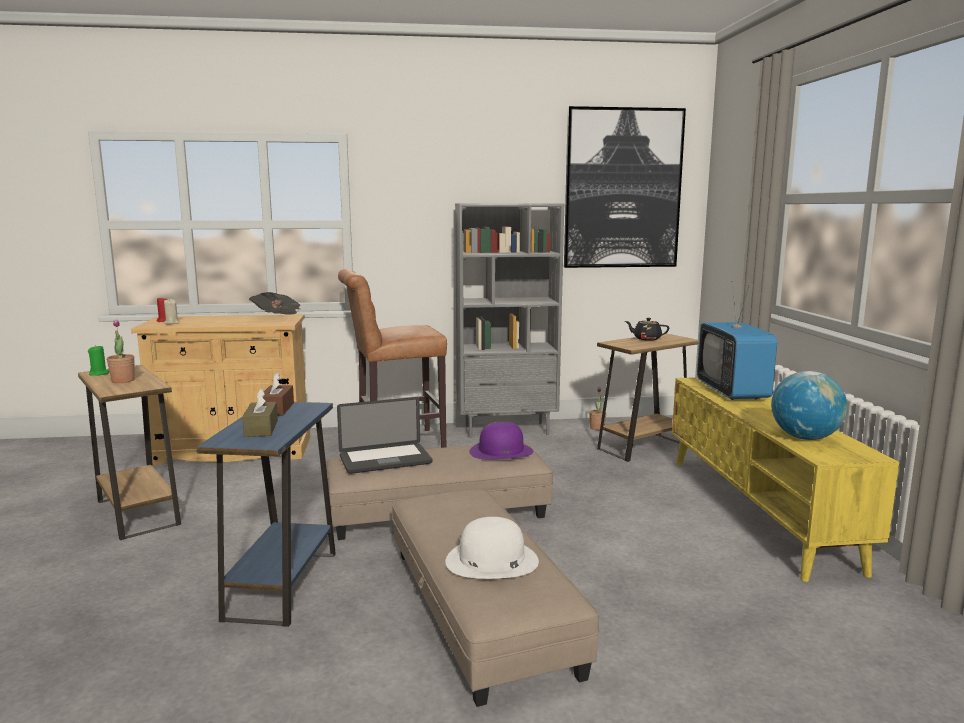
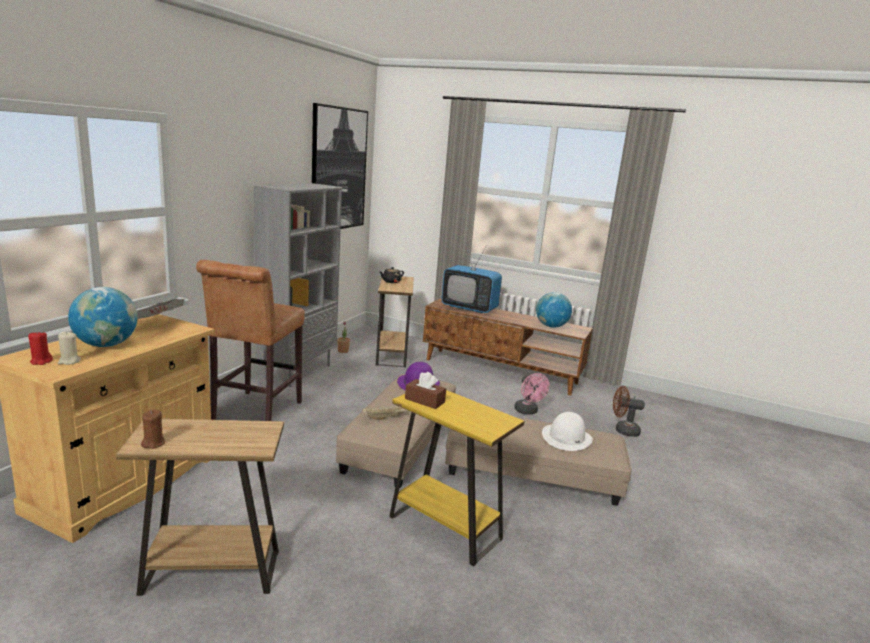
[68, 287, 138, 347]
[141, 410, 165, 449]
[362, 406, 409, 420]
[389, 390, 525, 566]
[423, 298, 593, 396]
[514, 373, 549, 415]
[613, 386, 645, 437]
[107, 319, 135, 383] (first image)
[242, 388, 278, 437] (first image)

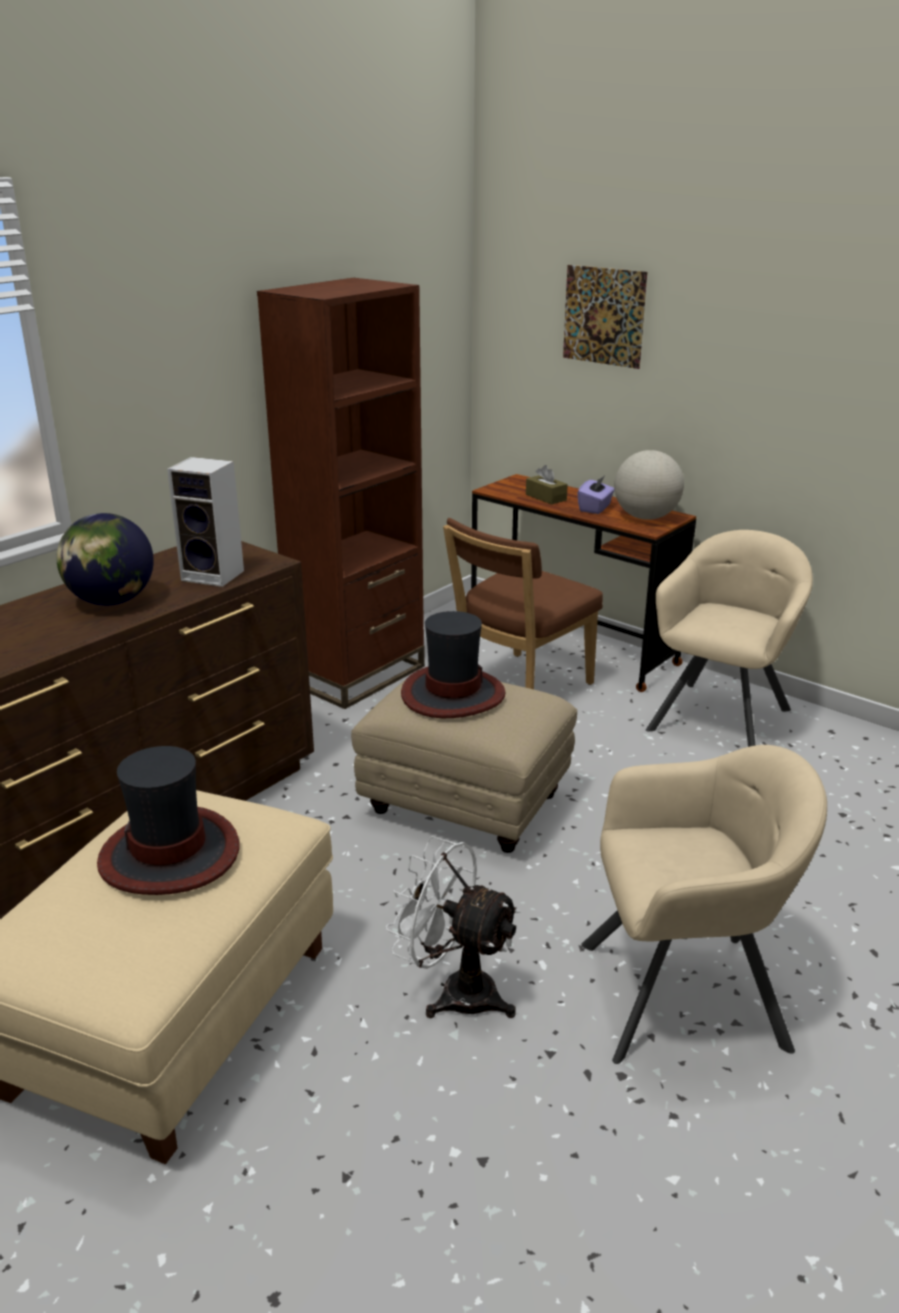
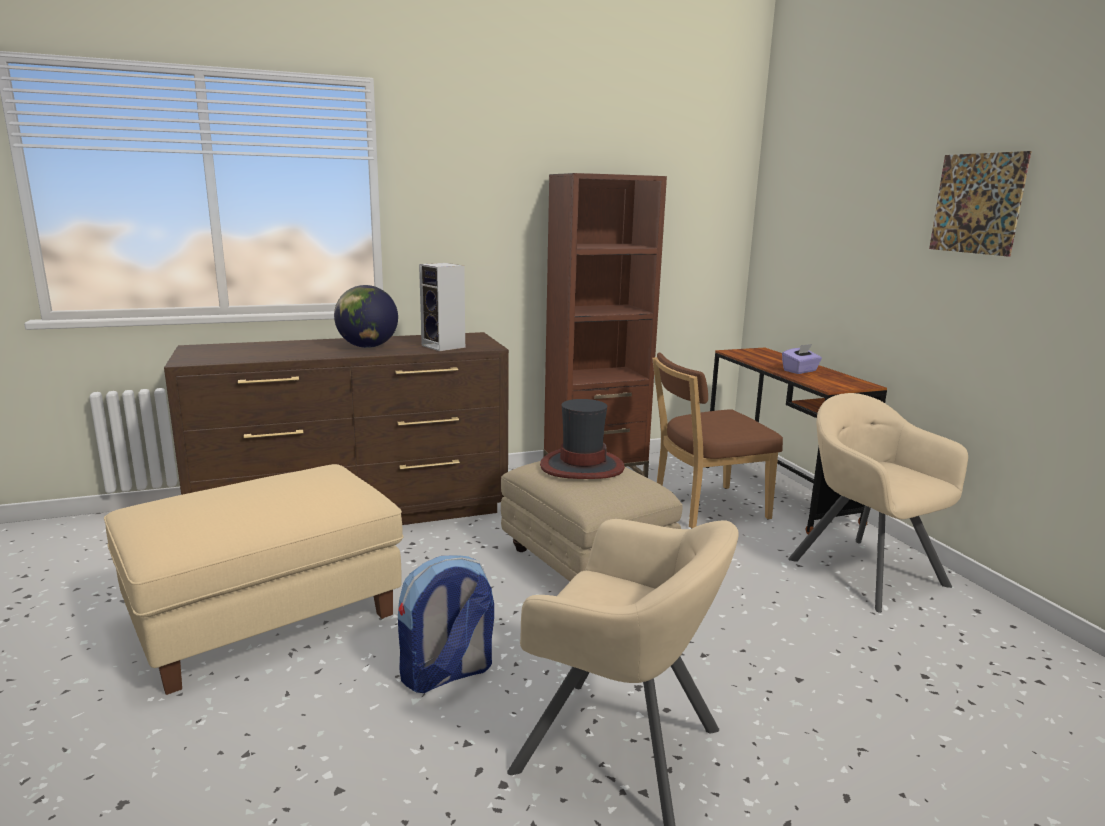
[398, 555, 494, 693]
[788, 393, 968, 613]
[929, 151, 1032, 257]
[97, 746, 239, 895] (first image)
[526, 465, 568, 505] (first image)
[614, 450, 684, 520] (first image)

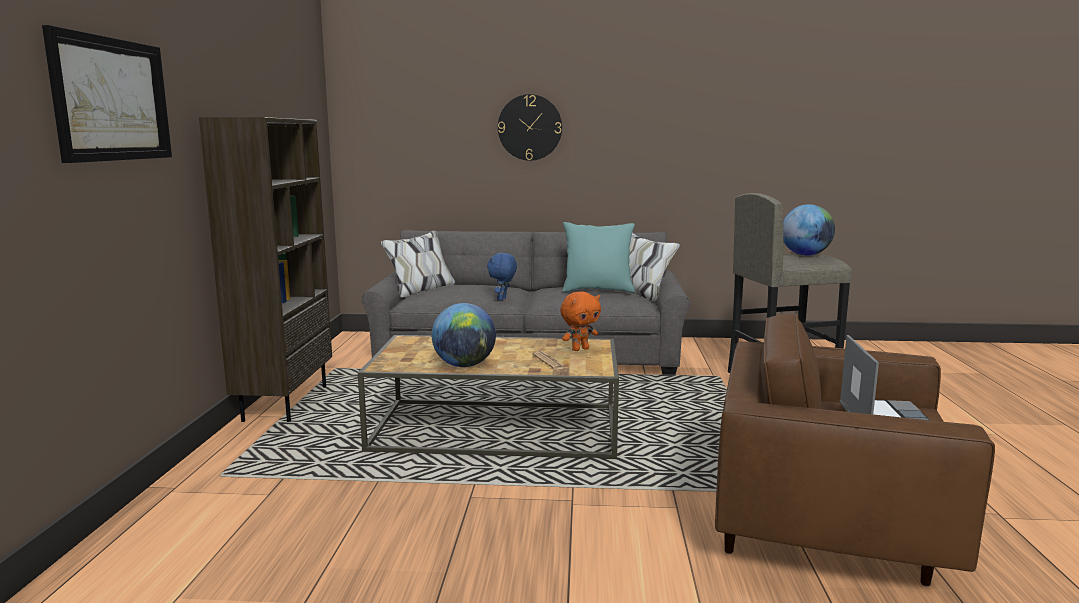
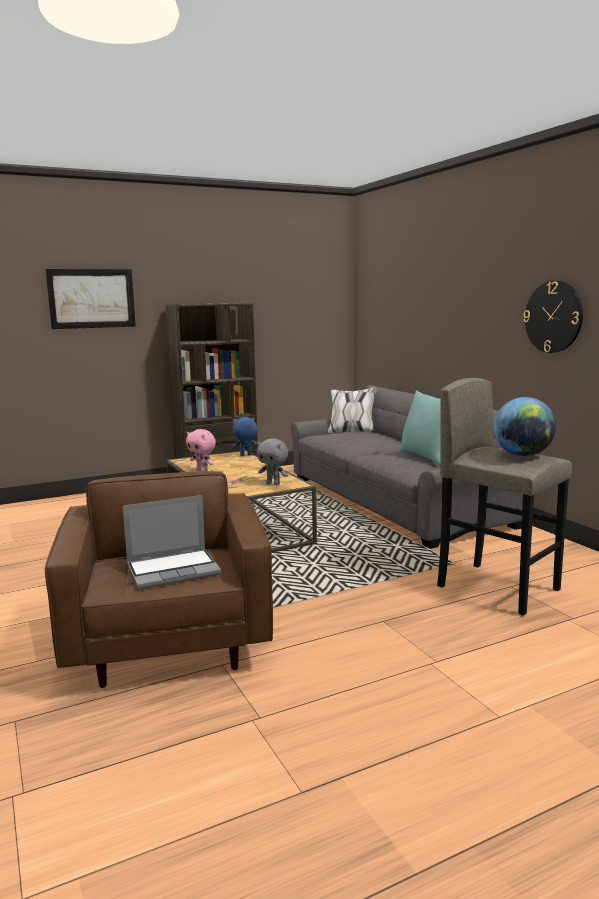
[186, 429, 216, 472]
[232, 417, 258, 456]
[257, 439, 288, 485]
[523, 281, 583, 353]

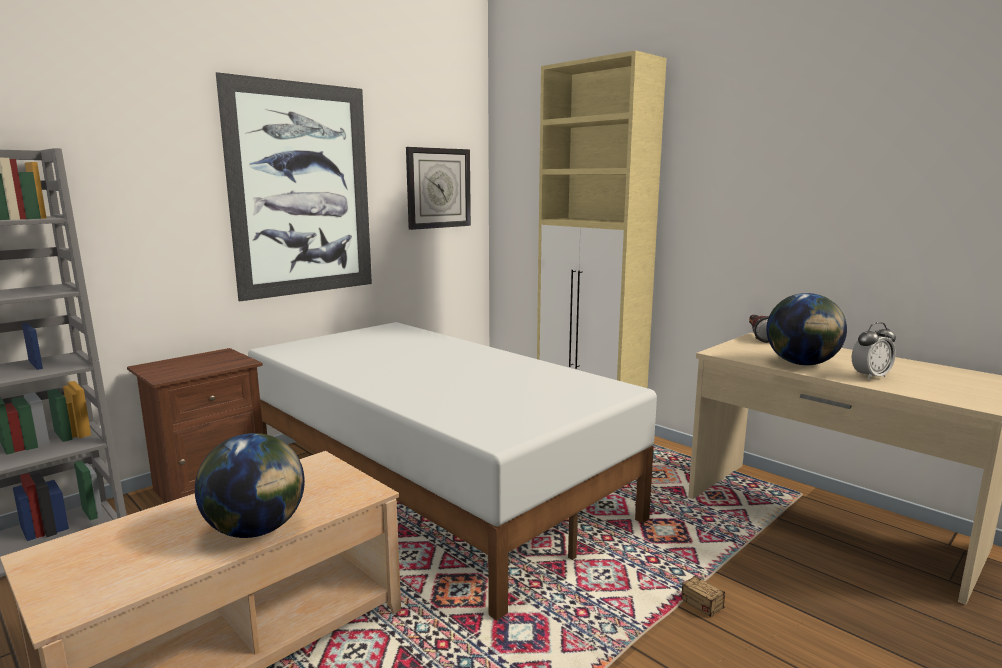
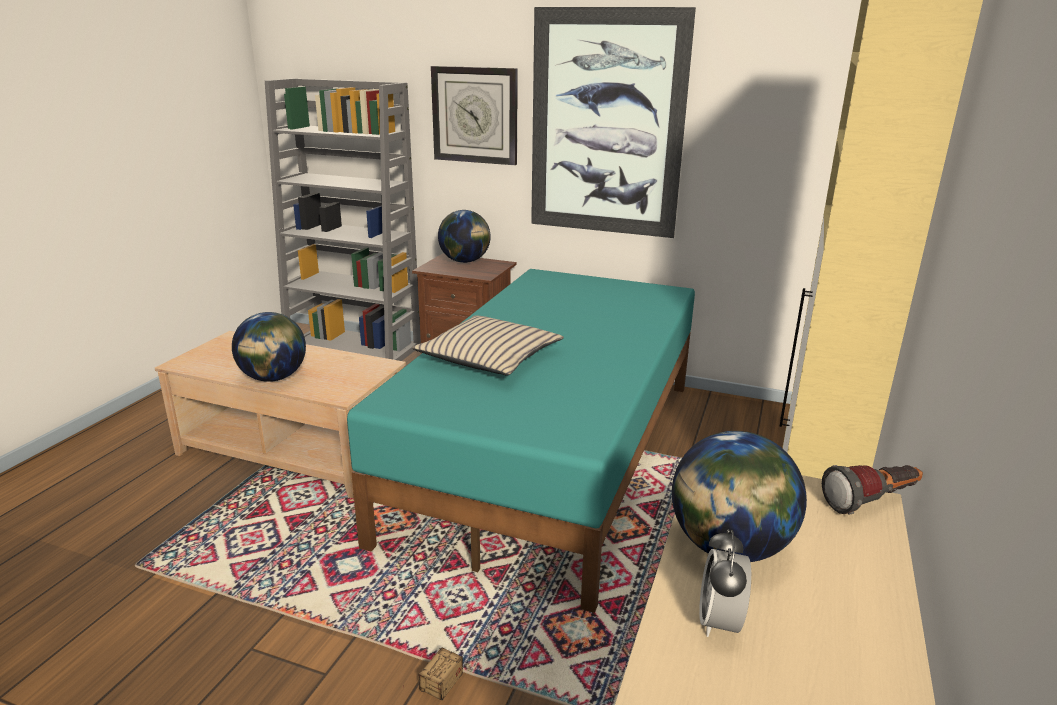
[347, 269, 695, 613]
[412, 316, 564, 375]
[431, 66, 518, 165]
[438, 210, 491, 263]
[699, 529, 751, 637]

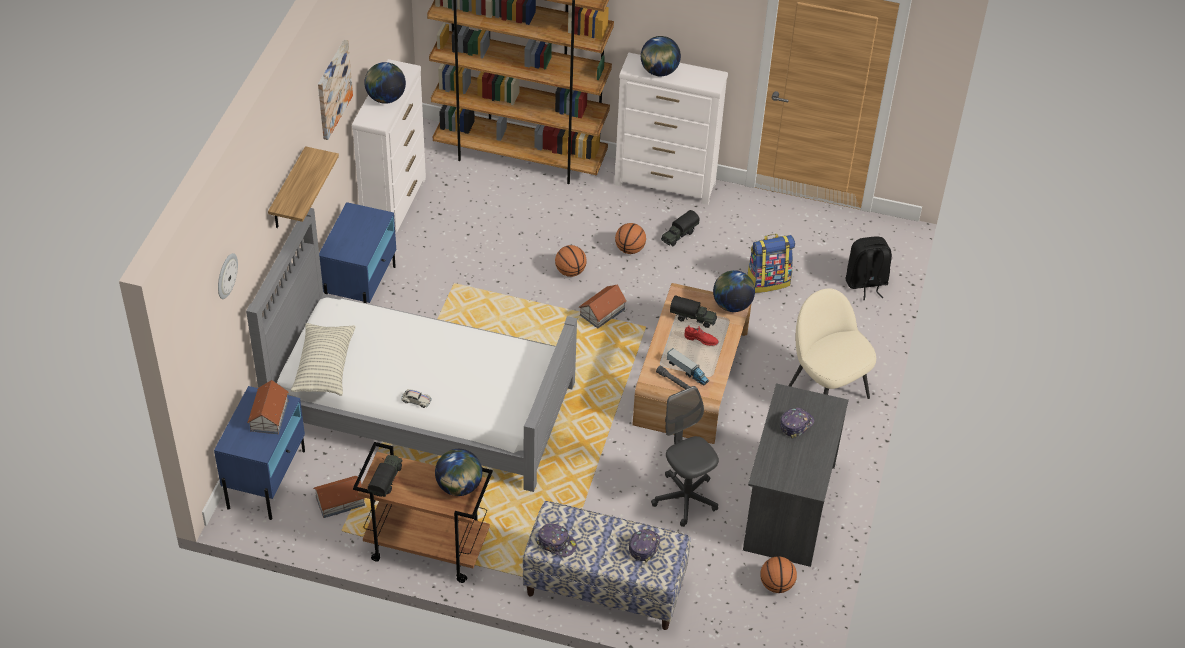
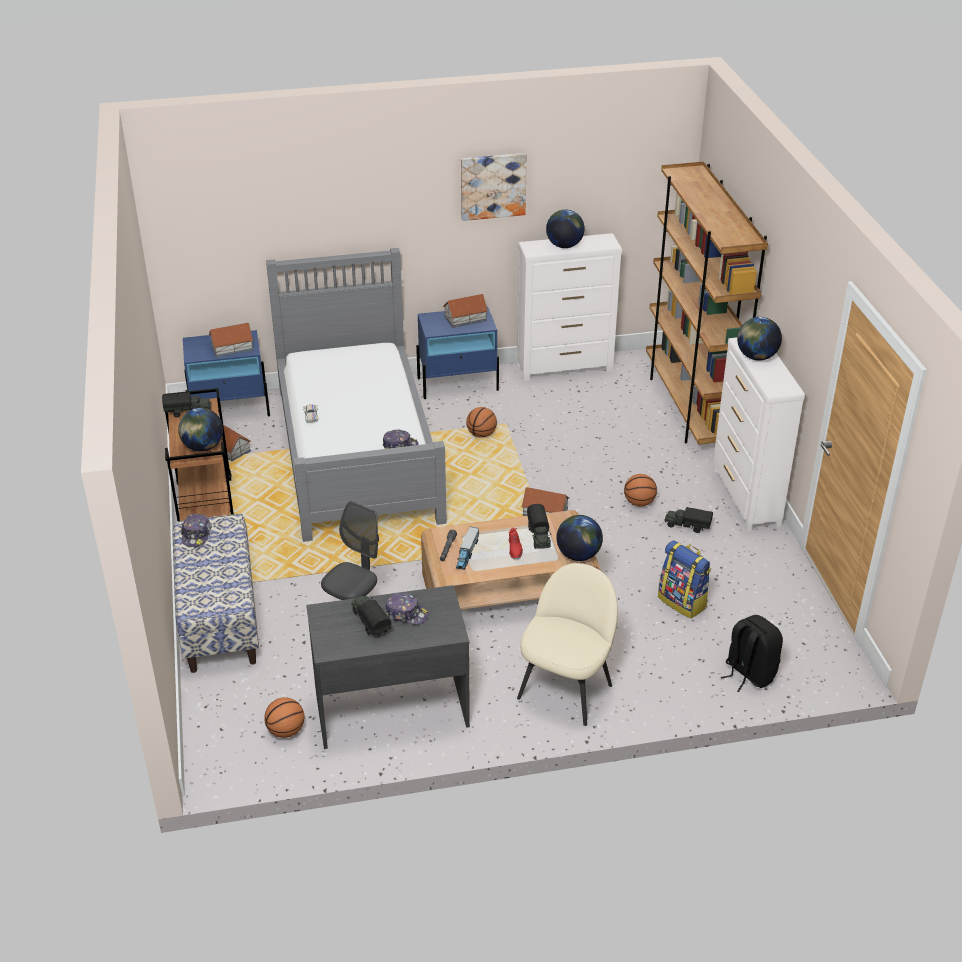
[351, 596, 392, 635]
[383, 430, 419, 449]
[443, 294, 488, 328]
[466, 407, 497, 438]
[218, 253, 238, 299] (first image)
[268, 146, 339, 228] (first image)
[291, 323, 355, 396] (first image)

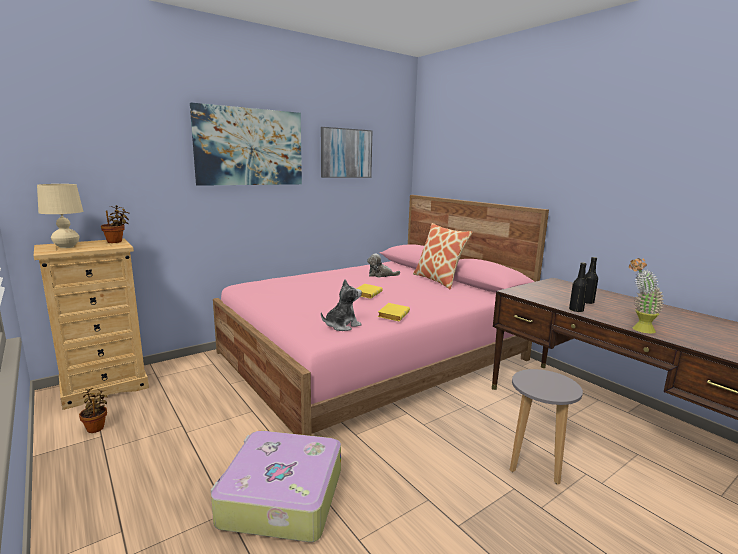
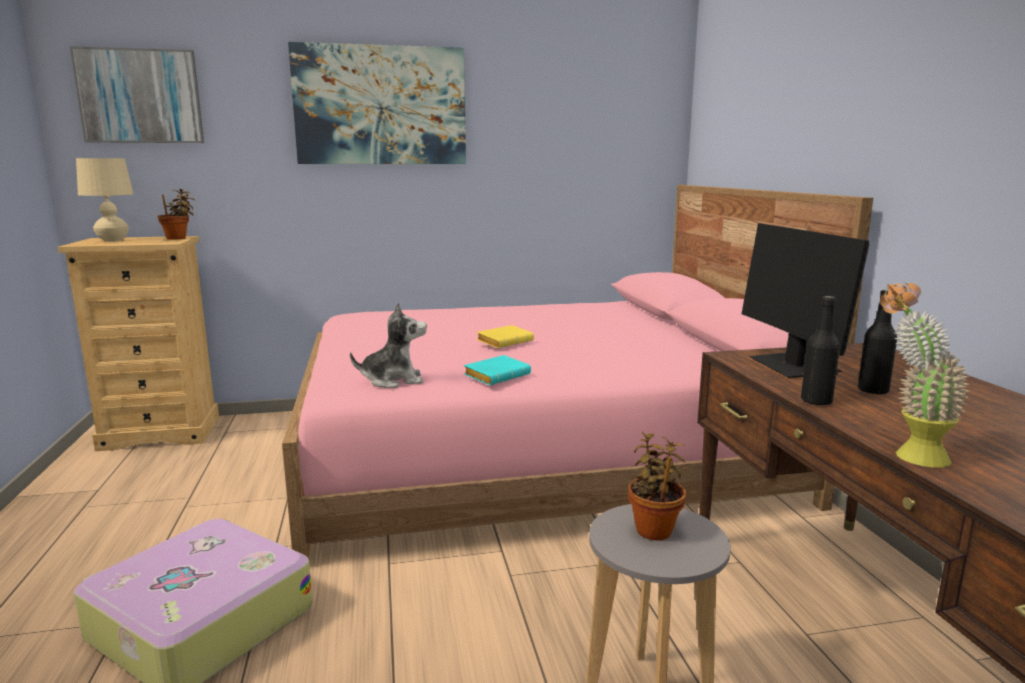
[70, 46, 204, 143]
[464, 355, 531, 385]
[628, 432, 687, 541]
[742, 223, 869, 378]
[367, 253, 400, 277] (first image)
[413, 223, 472, 290] (first image)

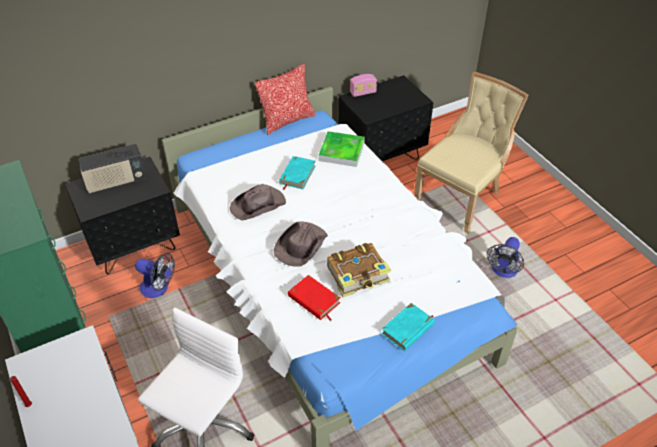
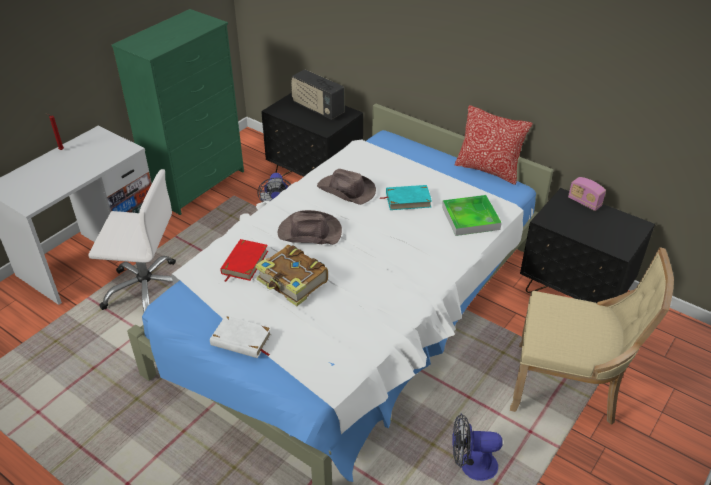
[210, 316, 272, 358]

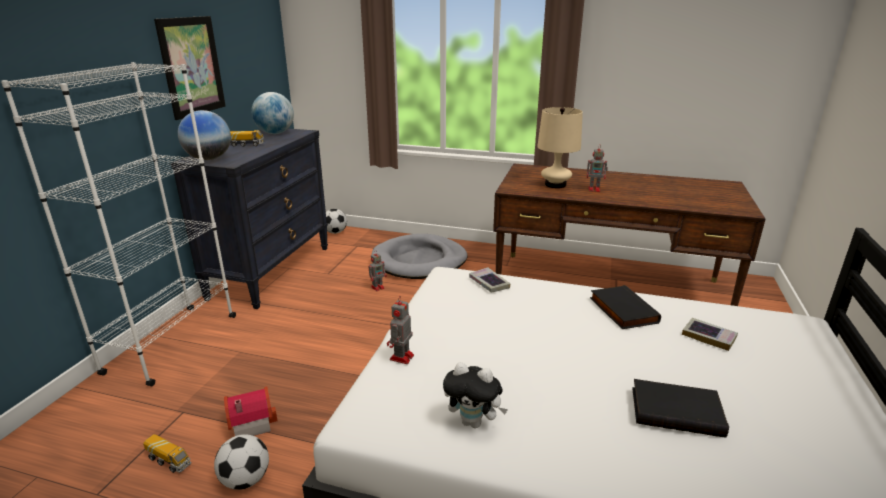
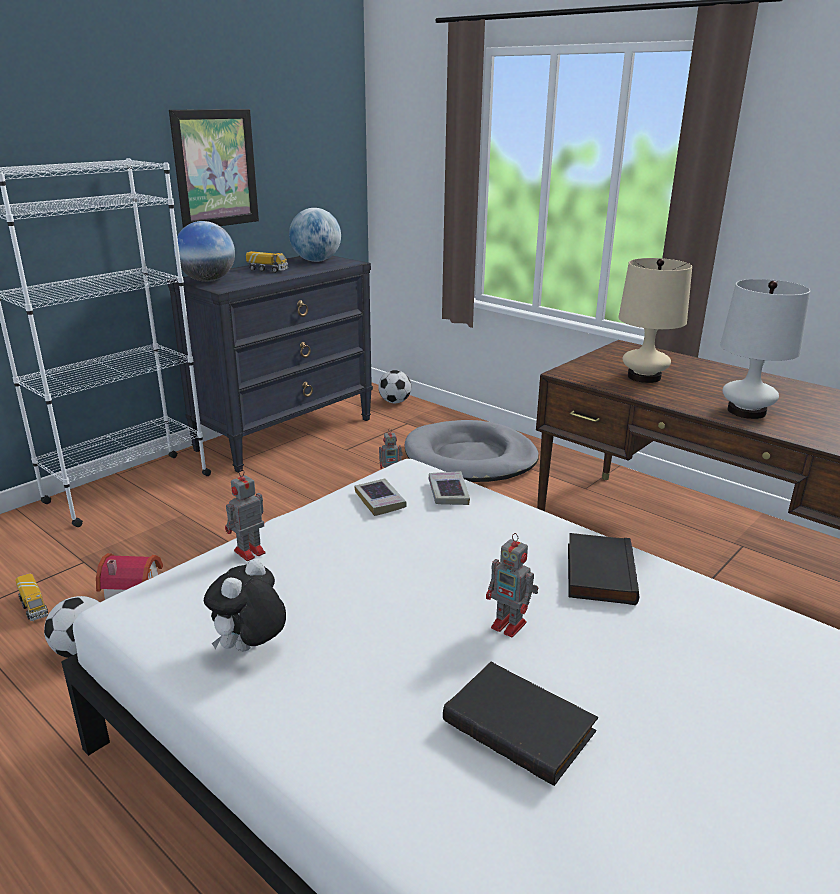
[204, 559, 286, 651]
[354, 479, 407, 516]
[486, 533, 538, 637]
[720, 279, 810, 419]

